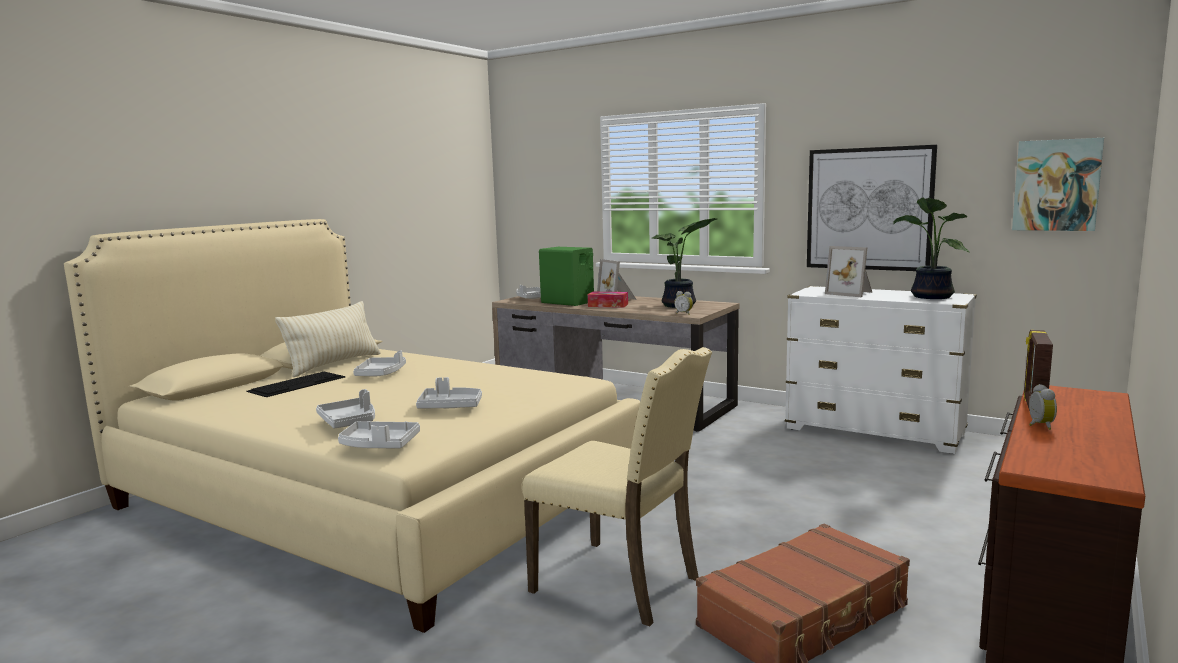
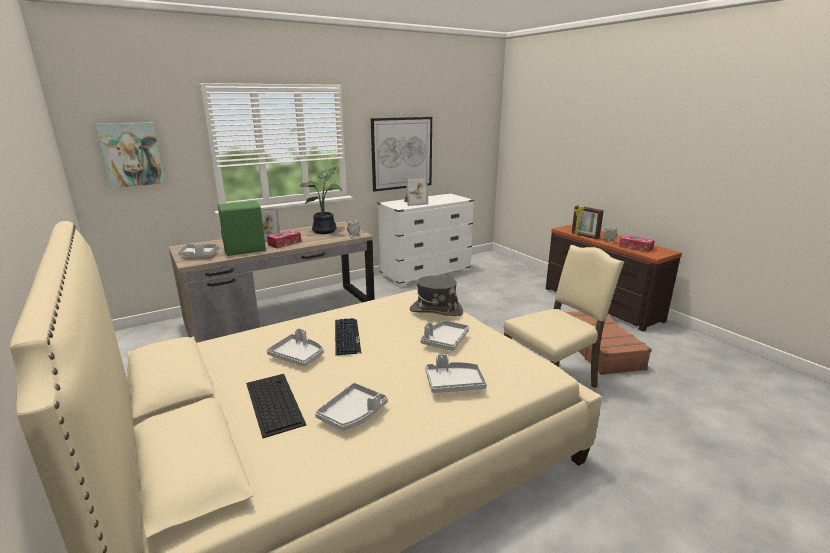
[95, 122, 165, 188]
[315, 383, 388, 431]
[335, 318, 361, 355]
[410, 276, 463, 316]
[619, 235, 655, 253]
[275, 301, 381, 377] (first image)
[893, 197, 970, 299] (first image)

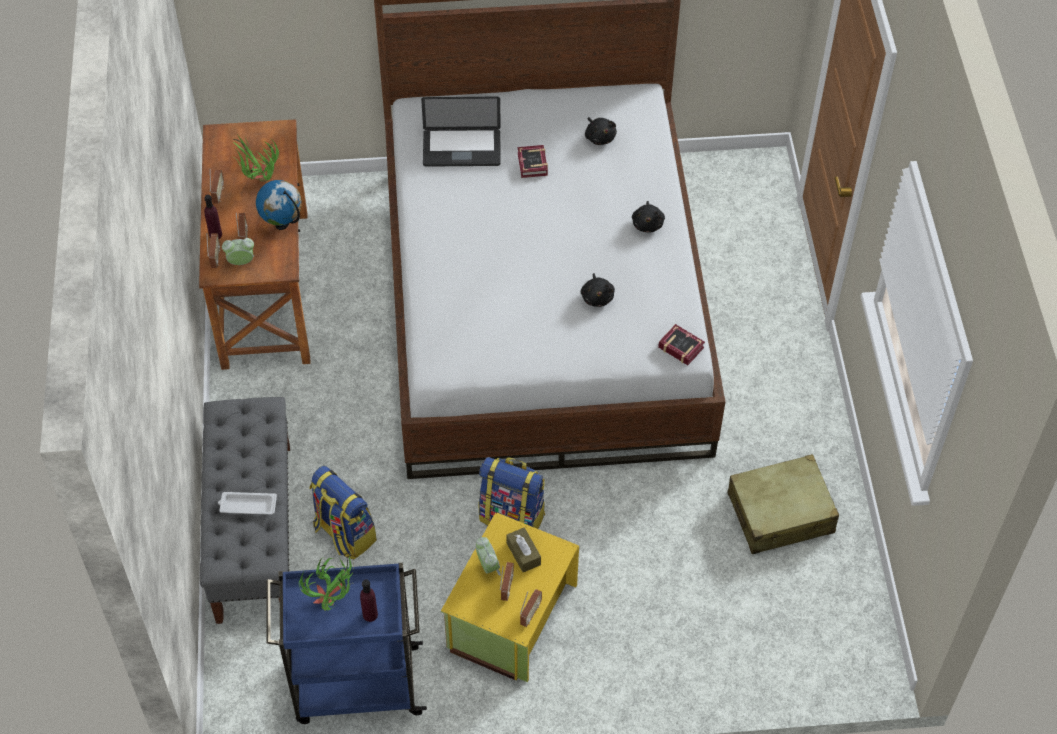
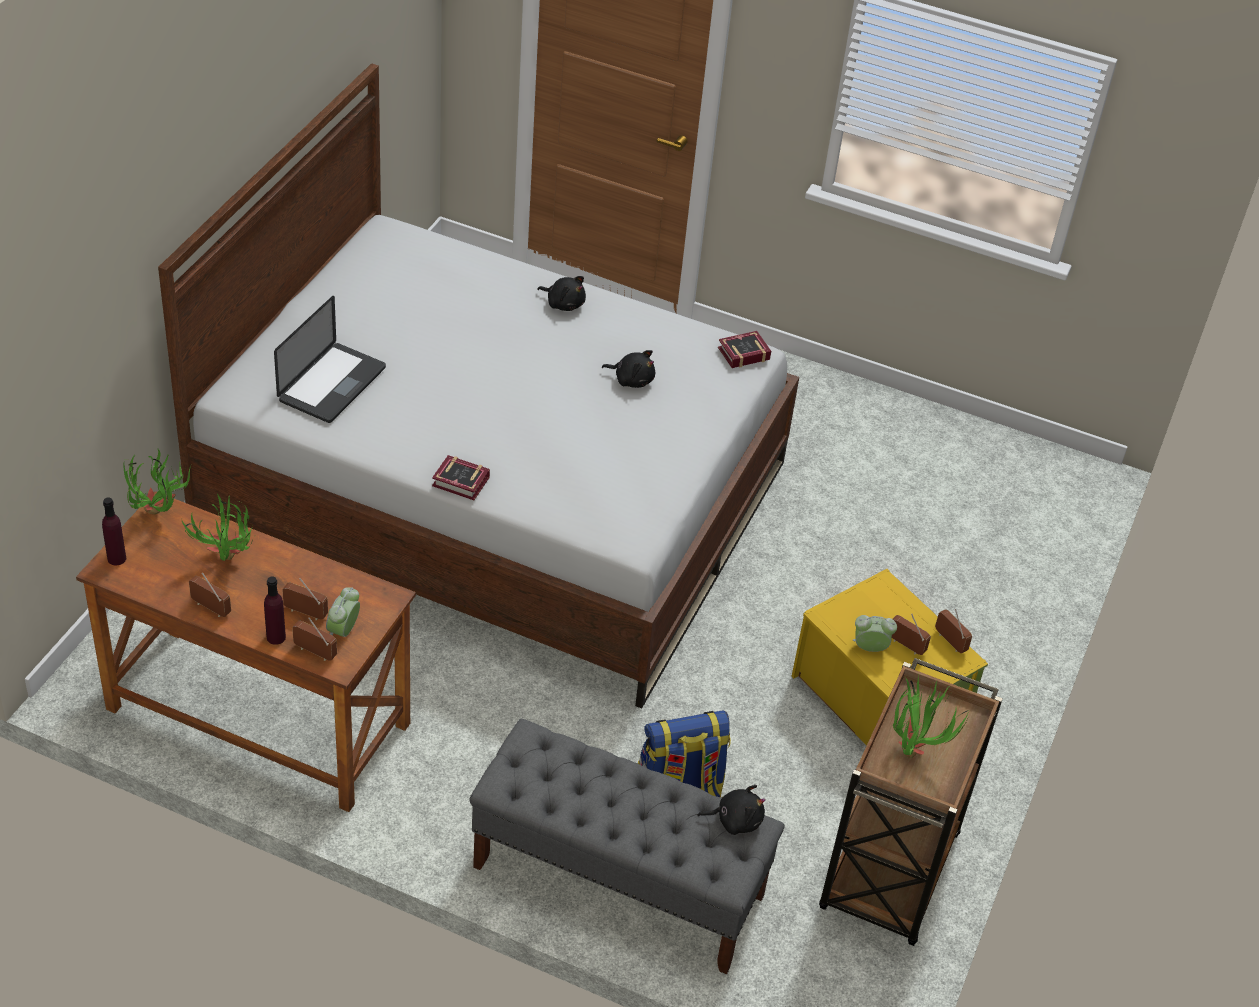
[102, 497, 126, 565]
[124, 449, 191, 514]
[432, 455, 490, 500]
[697, 785, 766, 835]
[819, 658, 1003, 946]
[218, 492, 277, 514] (first image)
[256, 180, 302, 230] (first image)
[479, 457, 545, 529] (first image)
[506, 527, 541, 572] (first image)
[727, 454, 839, 554] (first image)

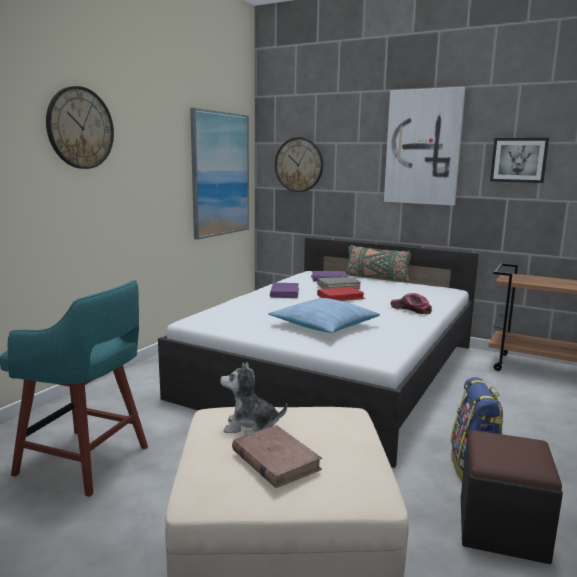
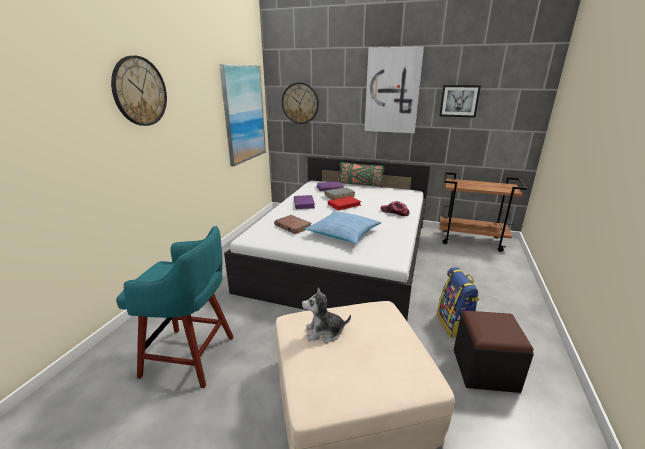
[274, 215, 311, 234]

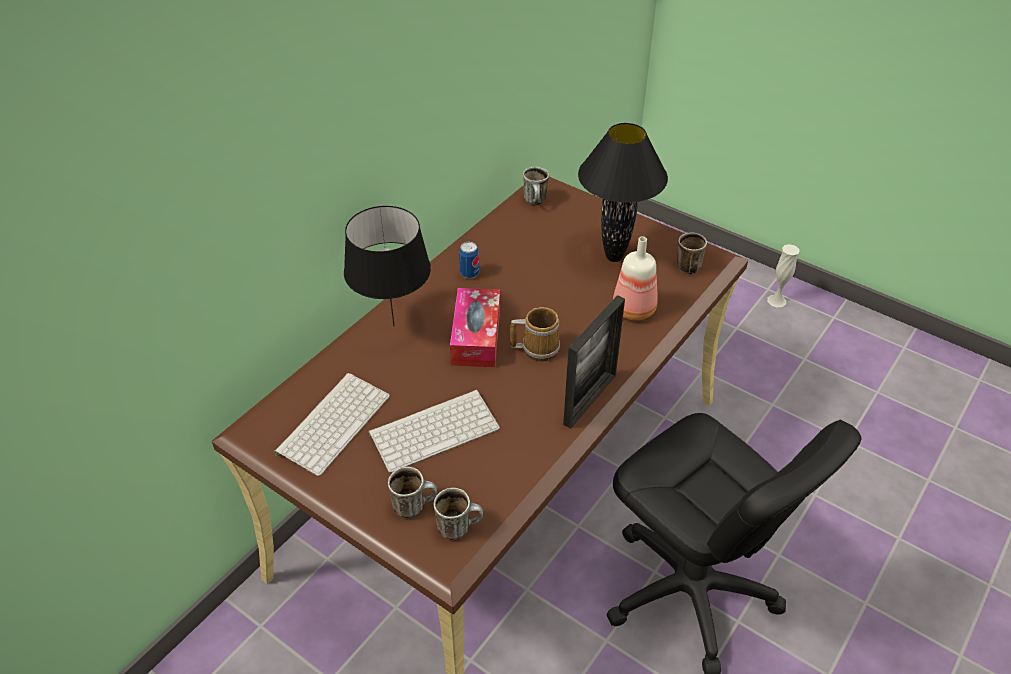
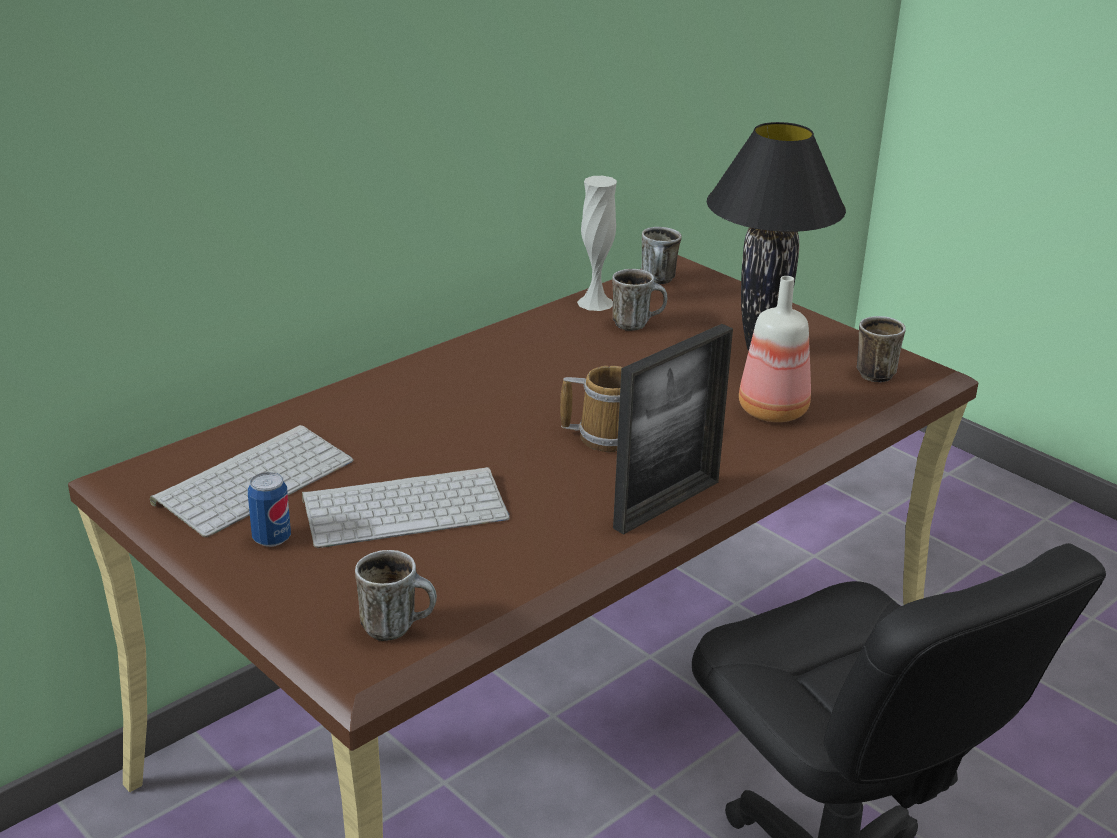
[248, 472, 291, 547]
[577, 176, 617, 311]
[612, 269, 667, 331]
[344, 206, 431, 327] (first image)
[450, 288, 500, 367] (first image)

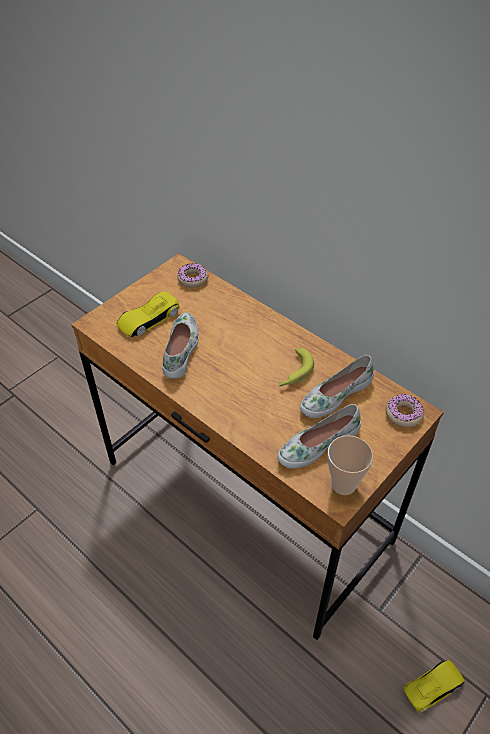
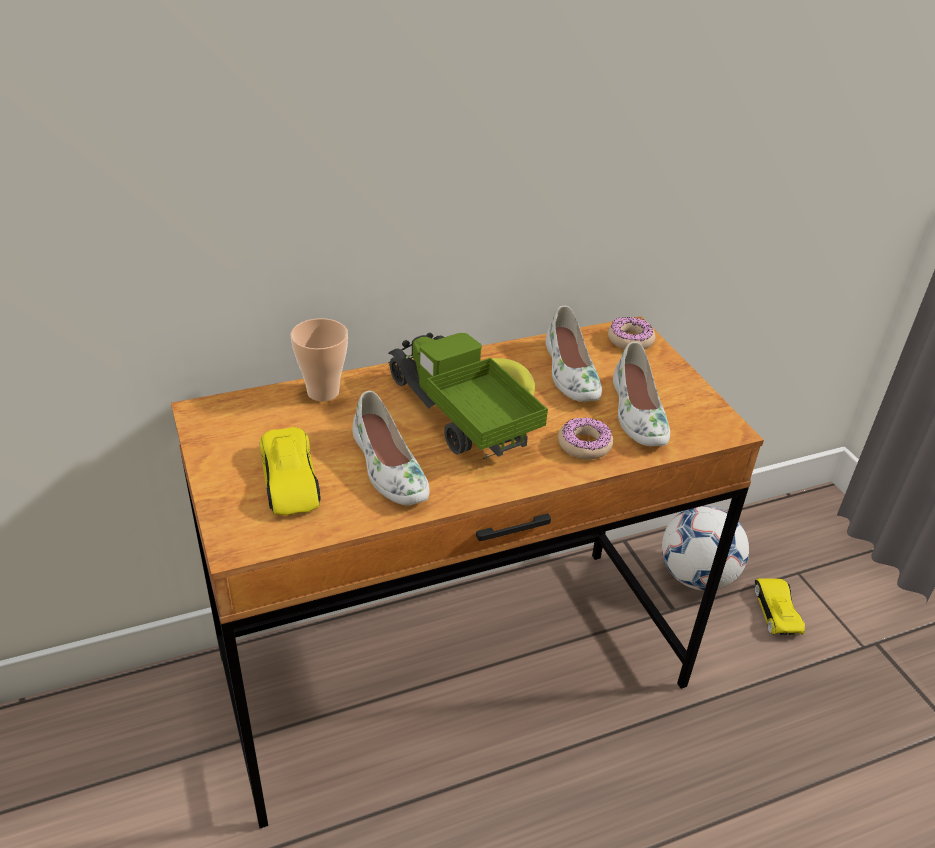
[291, 318, 348, 401]
[353, 391, 430, 505]
[388, 332, 548, 460]
[558, 417, 613, 460]
[662, 506, 749, 591]

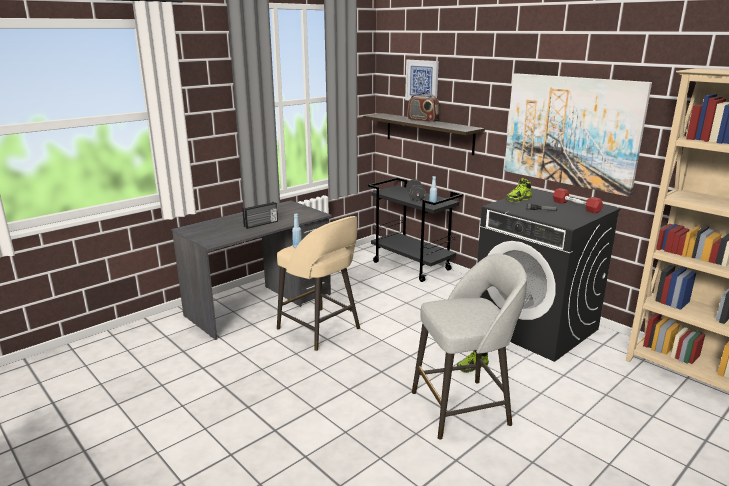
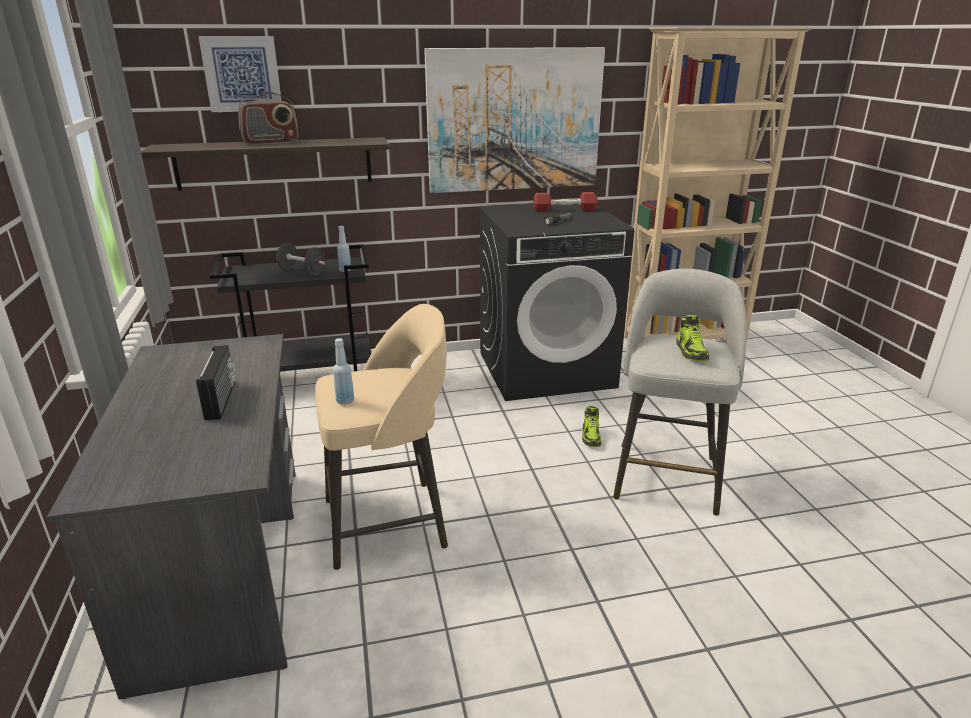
[676, 315, 709, 361]

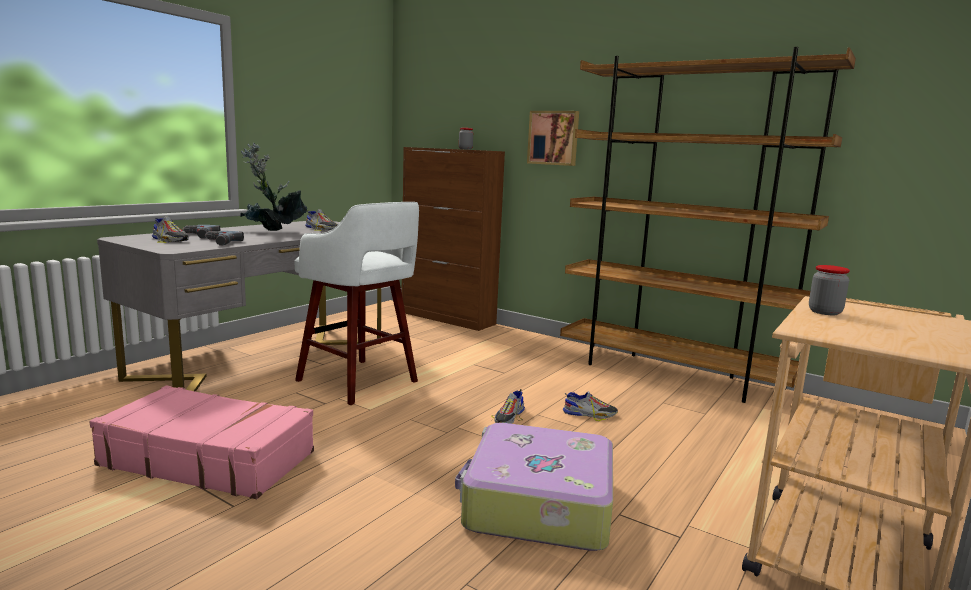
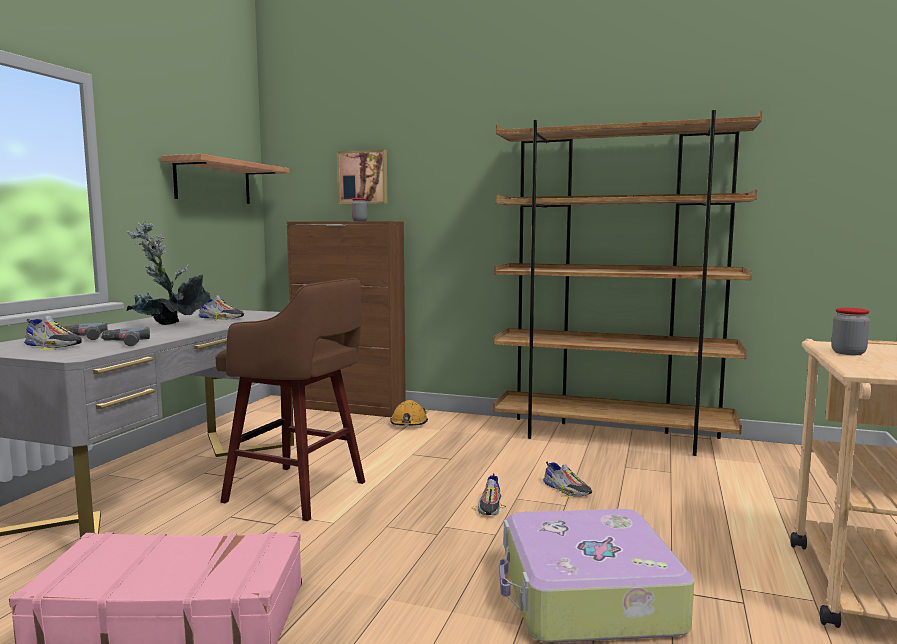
[161, 154, 290, 204]
[216, 278, 365, 521]
[337, 149, 387, 204]
[390, 400, 428, 426]
[543, 462, 592, 498]

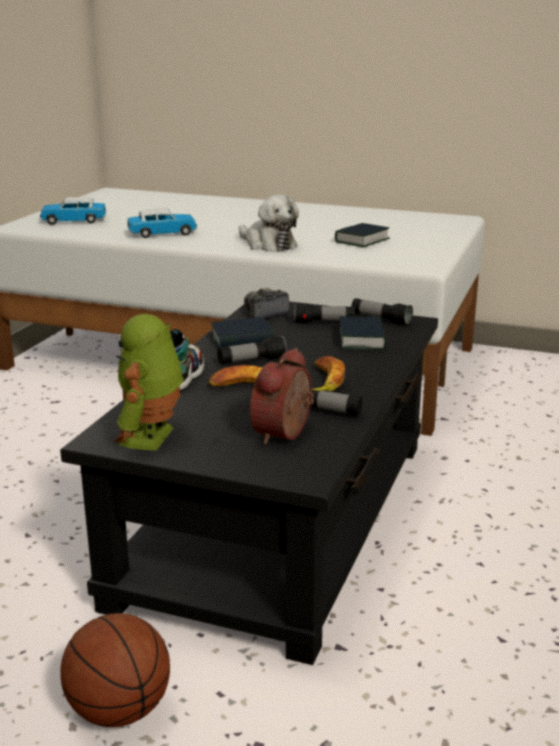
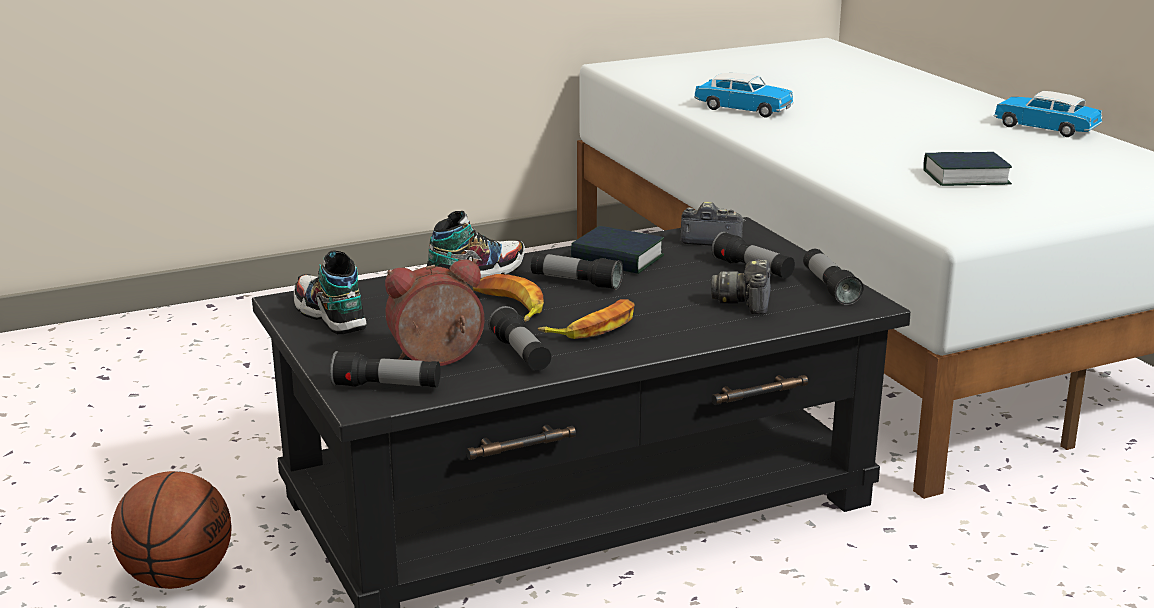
[294, 250, 367, 334]
[330, 351, 440, 388]
[711, 259, 771, 314]
[994, 91, 1102, 137]
[239, 195, 299, 252] (first image)

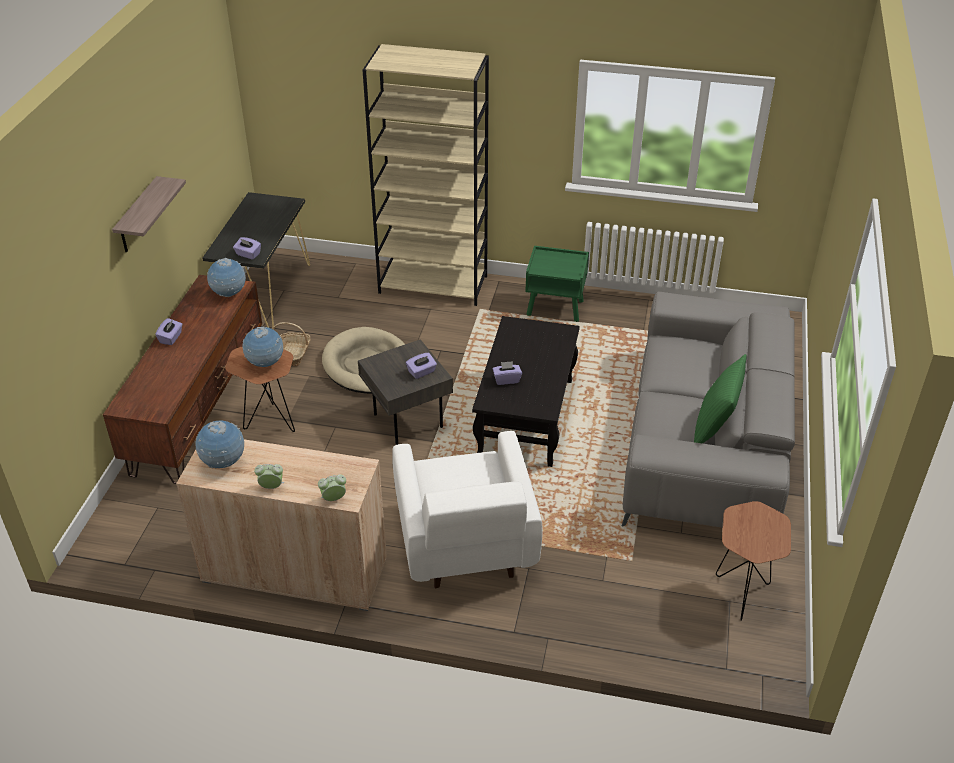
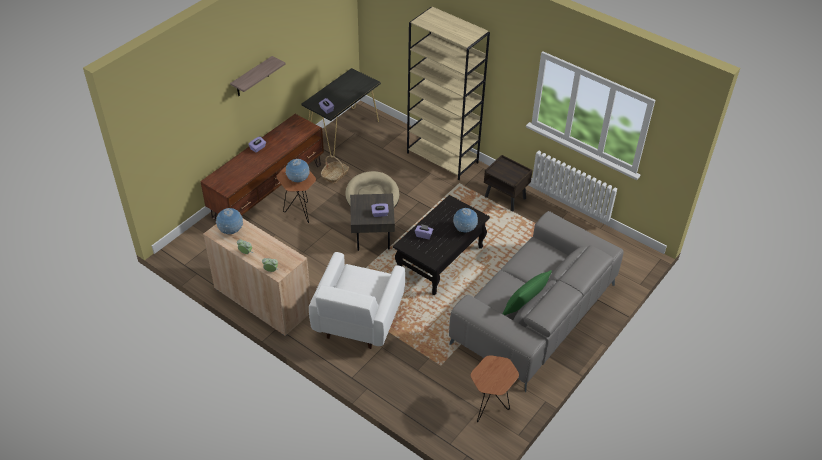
[453, 208, 478, 232]
[484, 155, 532, 211]

